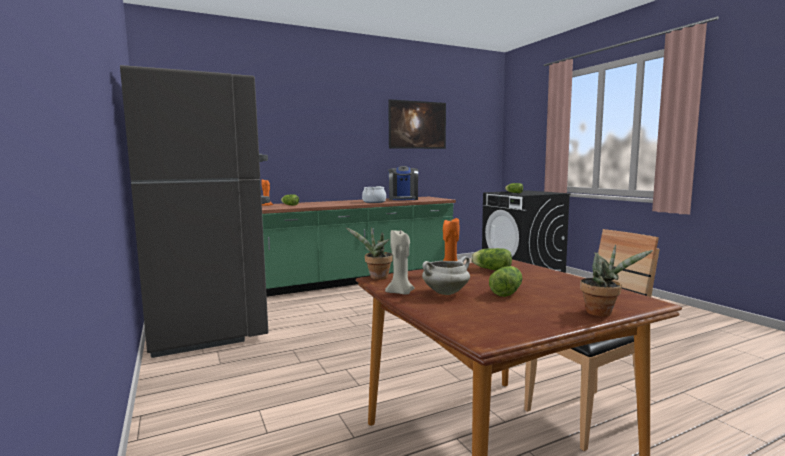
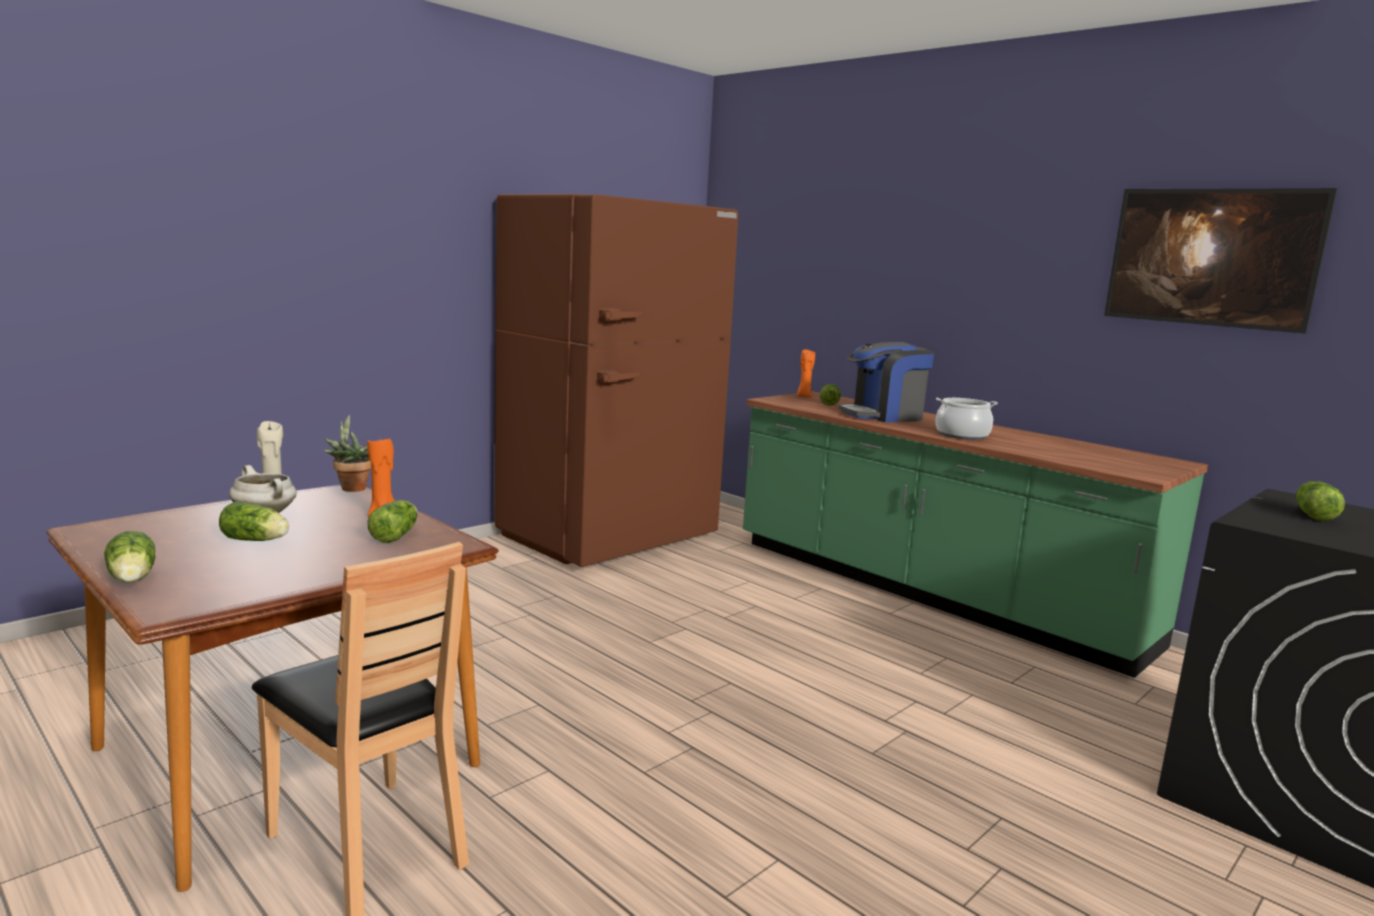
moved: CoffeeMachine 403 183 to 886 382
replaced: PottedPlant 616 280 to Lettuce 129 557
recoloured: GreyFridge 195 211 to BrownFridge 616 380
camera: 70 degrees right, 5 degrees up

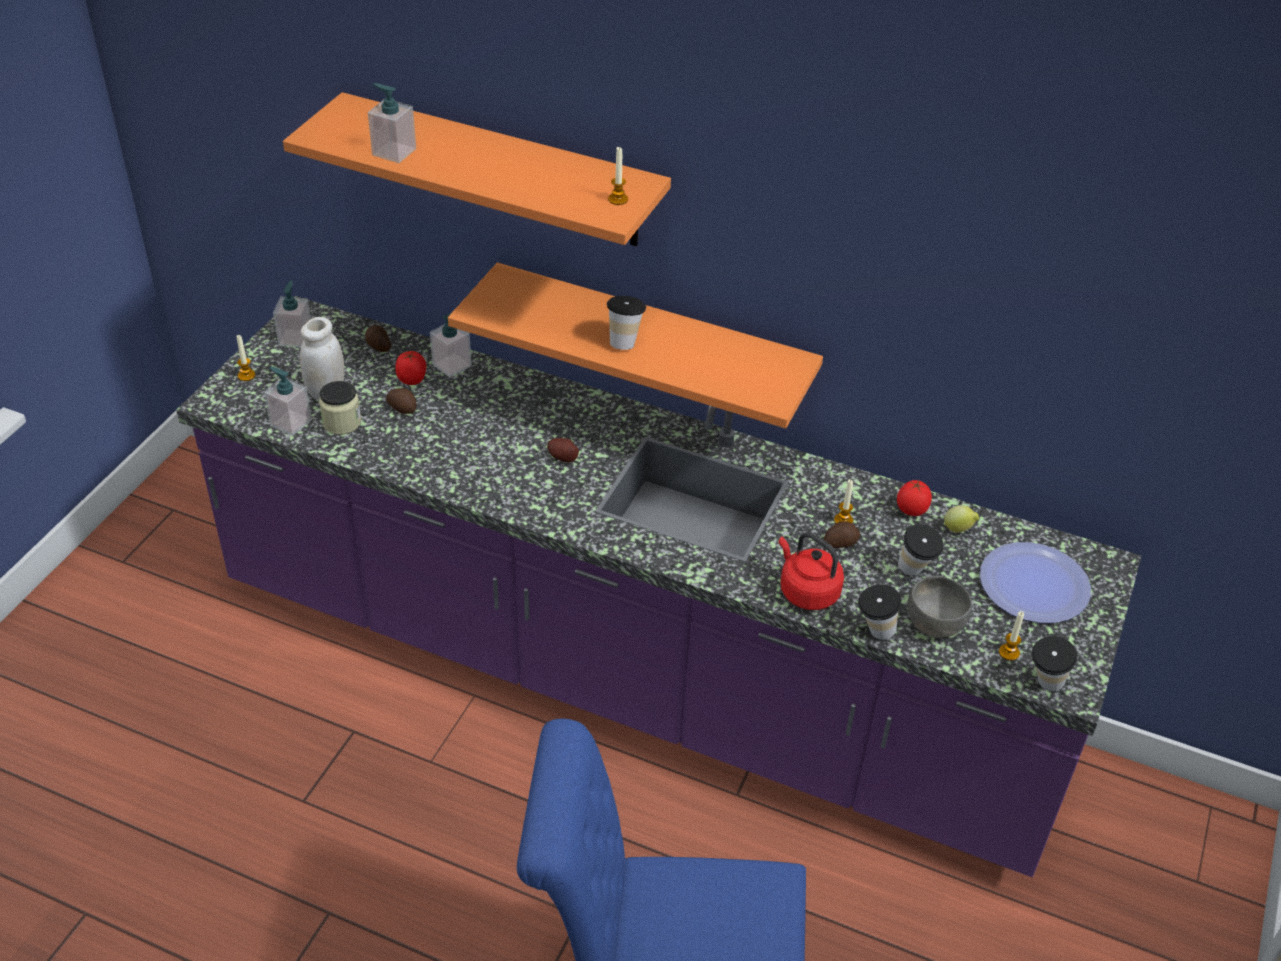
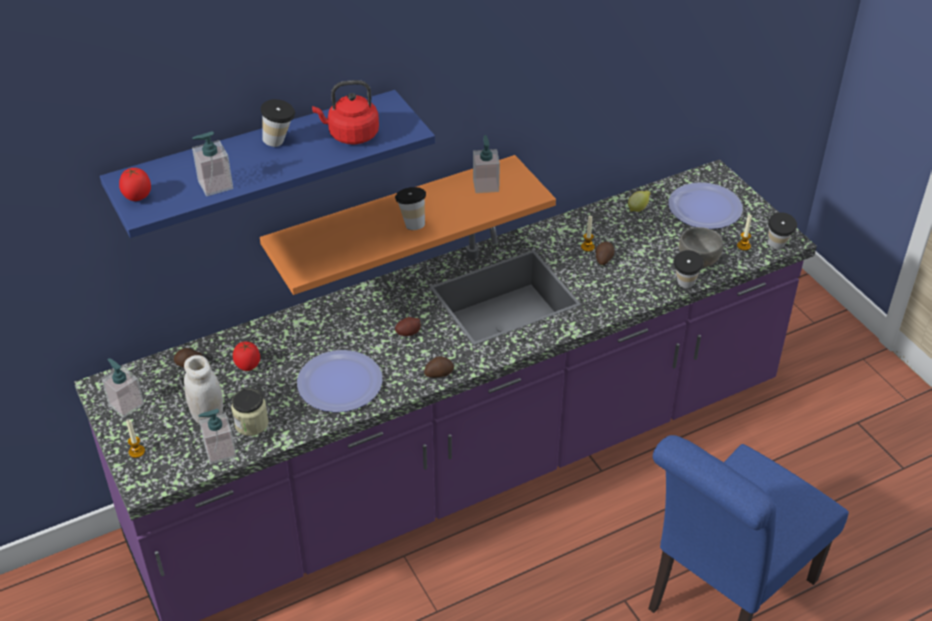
removed: Candle 618 175
added: Plate 340 381
moved: SoapDispenser 451 345 to 486 164; Potato 401 401 to 439 367; Tomato 914 498 to 135 184; Cup 921 550 to 278 123; RedKettle 811 571 to 345 112
recoloured: OrangeShelf 477 169 to BlueShelf 267 164
camera: 50 degrees left, 0 degrees up

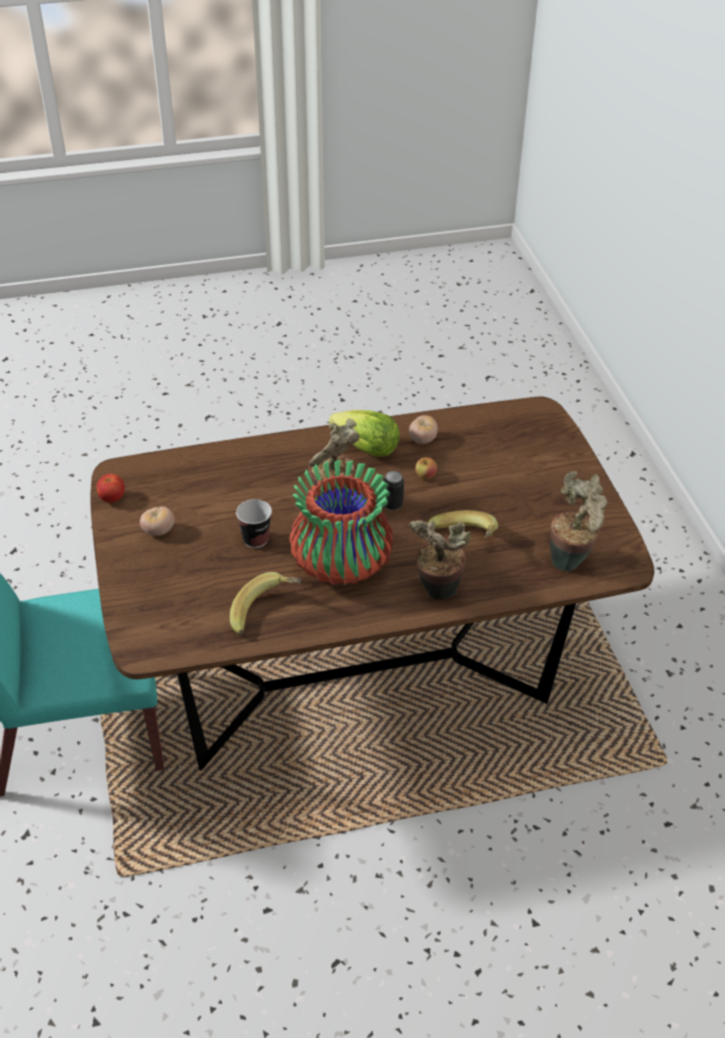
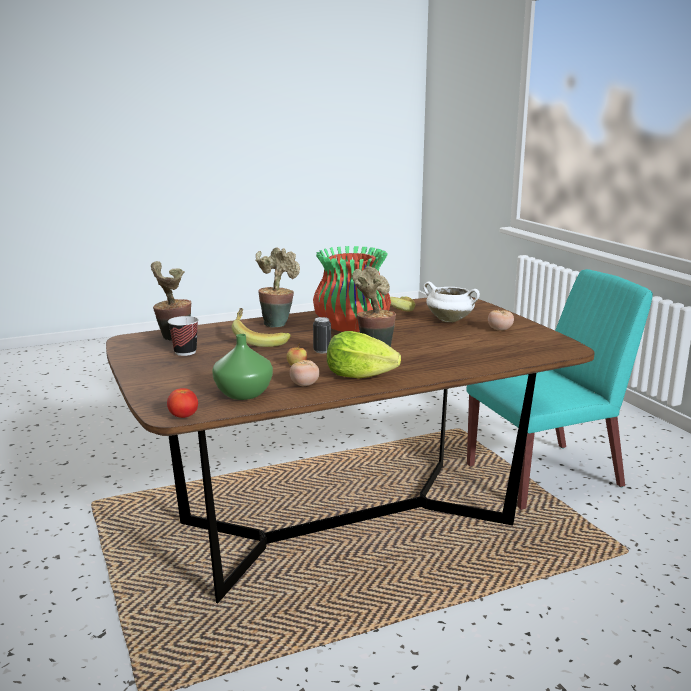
added: WhiteCookingPot 451 302; GreenVase 242 367
moved: Tomato 111 488 to 182 403; Cup 254 523 to 183 336
camera: 170 degrees right, 25 degrees down

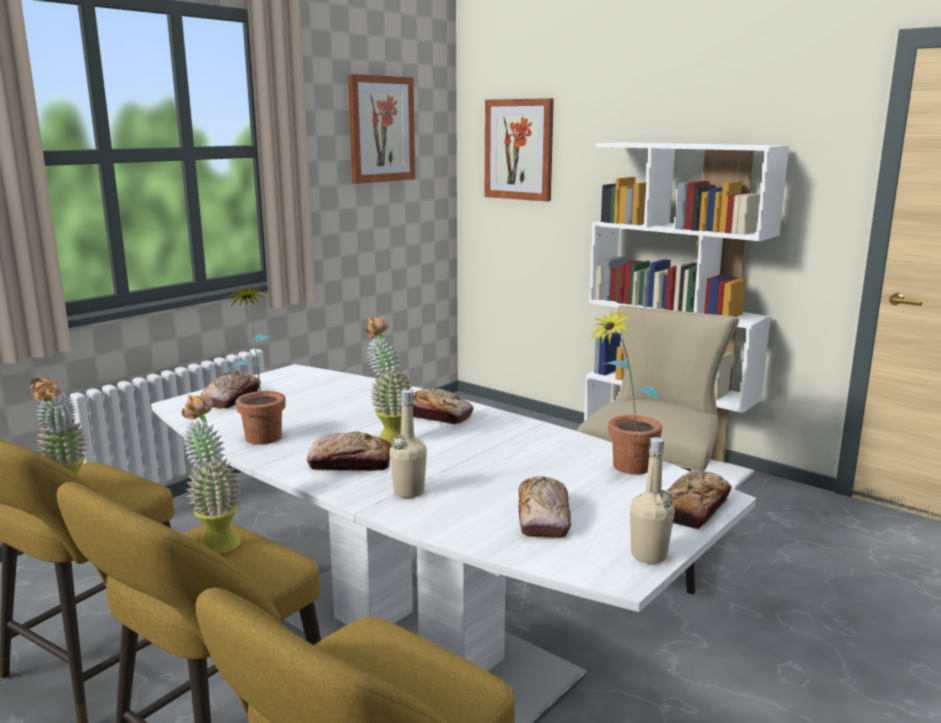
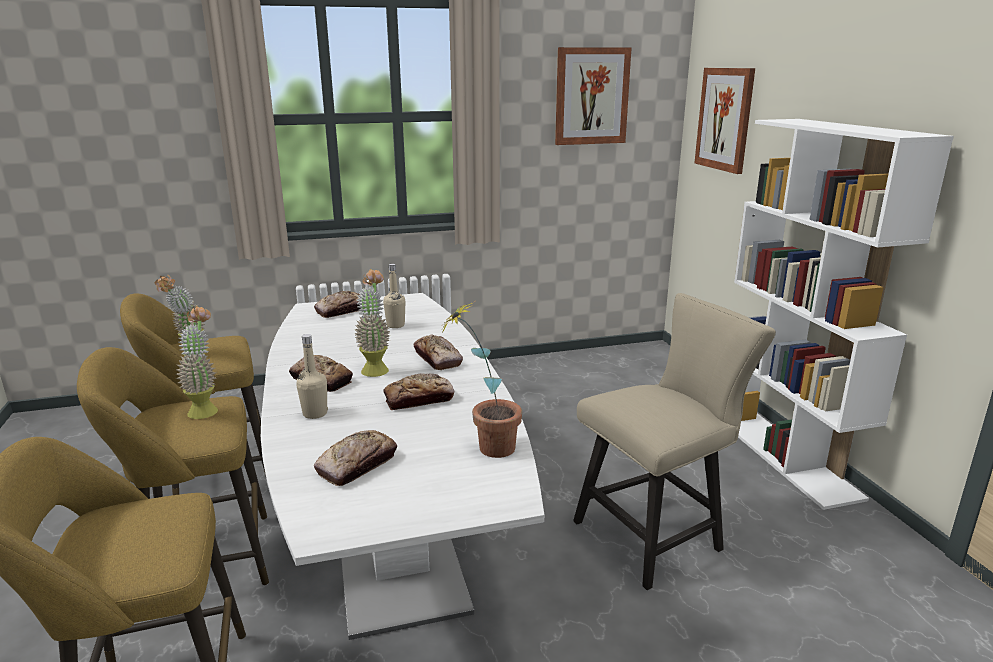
removed: PottedPlant 254 365
moved: BeigeBottle 652 500 to 394 296; Bread 699 499 to 418 392
camera: 35 degrees right, 5 degrees up

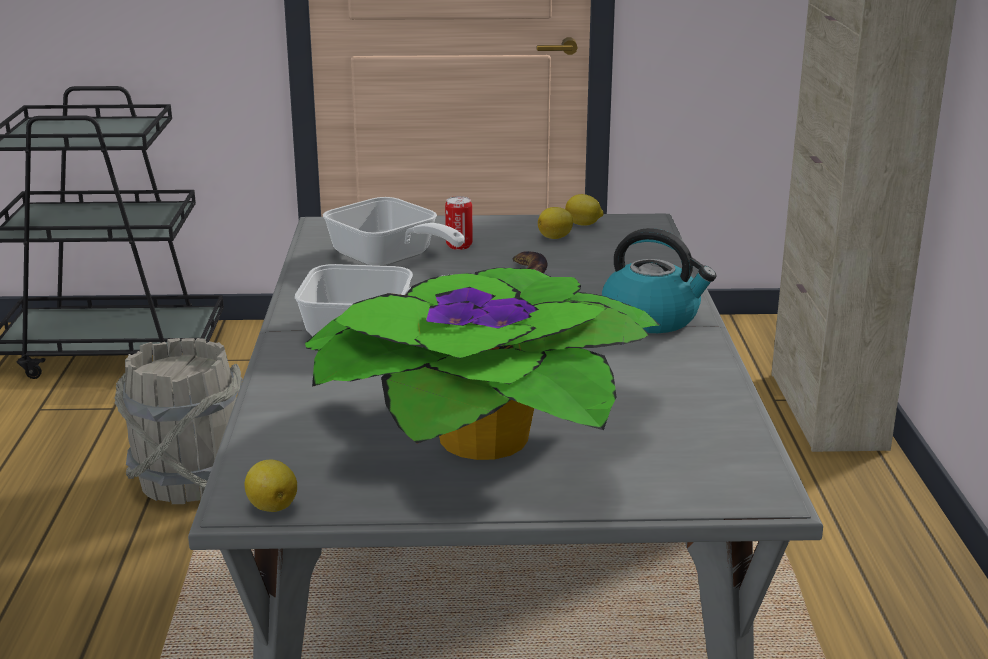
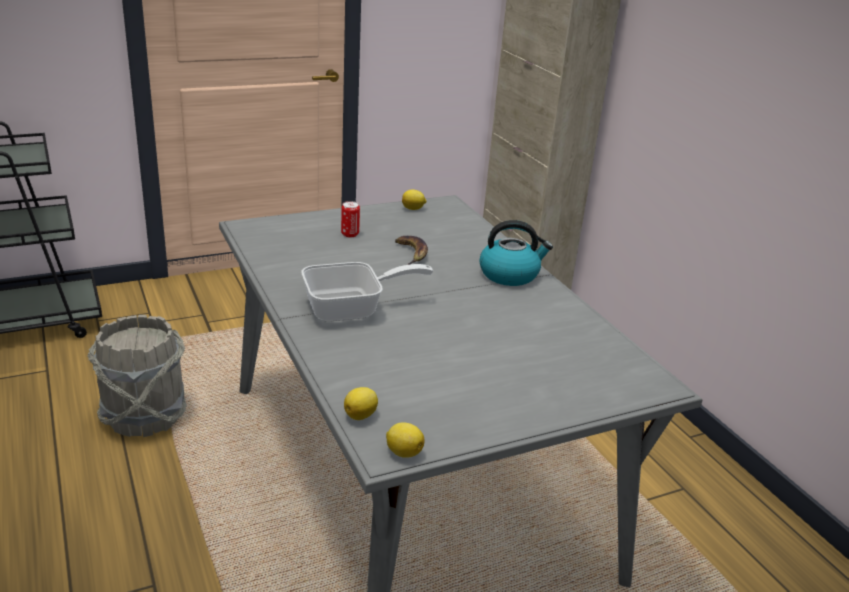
removed: FryingPan 394 231; PottedPlant 482 364
moved: Lemon 555 223 to 361 403
camera: 25 degrees left, 5 degrees up

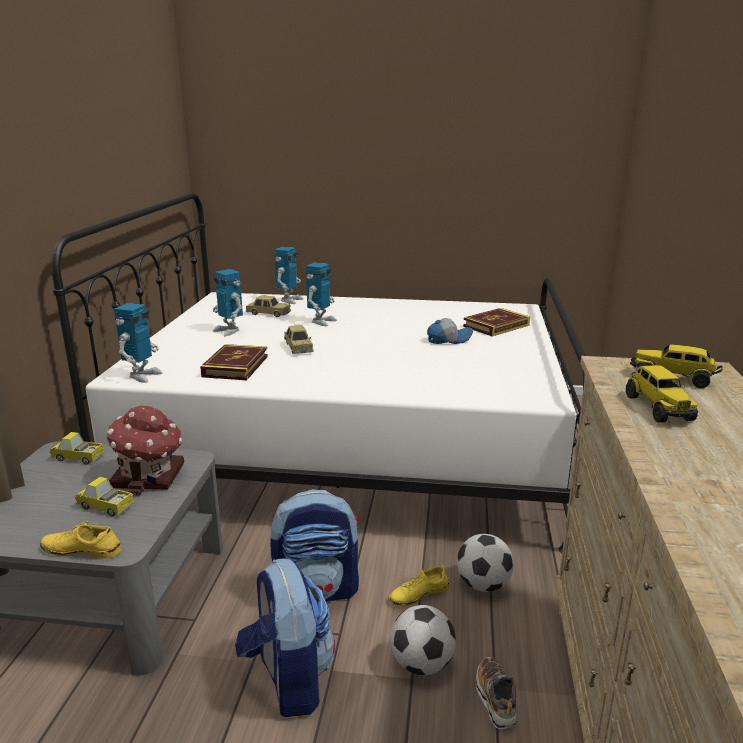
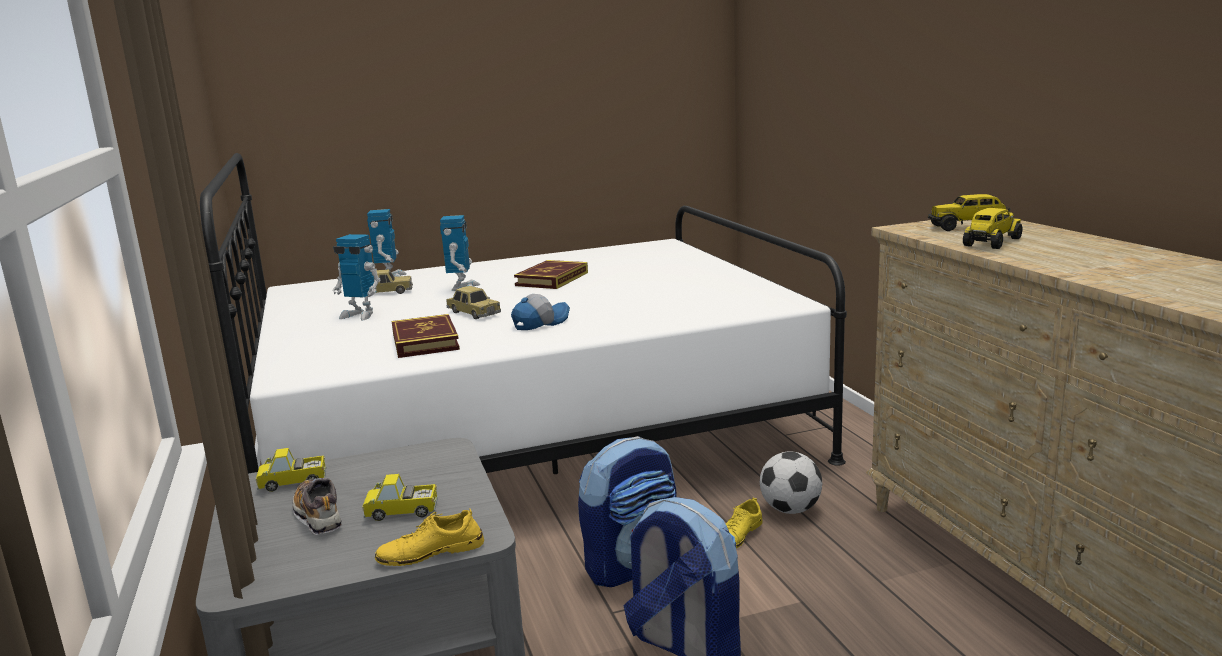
removed: ToyRobot 138 343; ToyHouse 145 451; Football 423 640
moved: Book 496 322 to 551 274; Cap 450 331 to 540 312; Shoe 496 693 to 317 506
turned: ToyTruck 662 394 = 992 228 105 degrees counterclockwise
camera: 25 degrees left, 5 degrees down

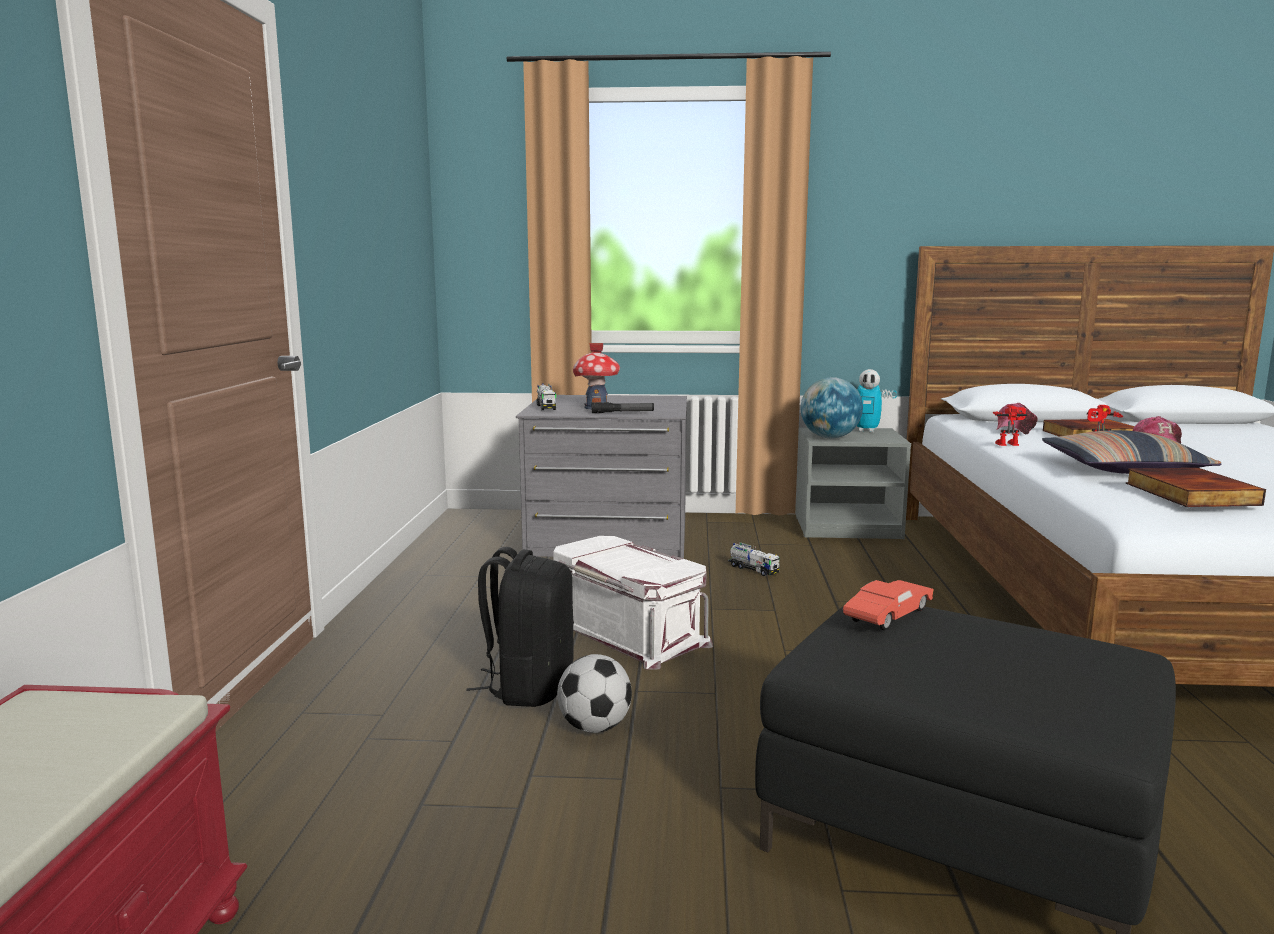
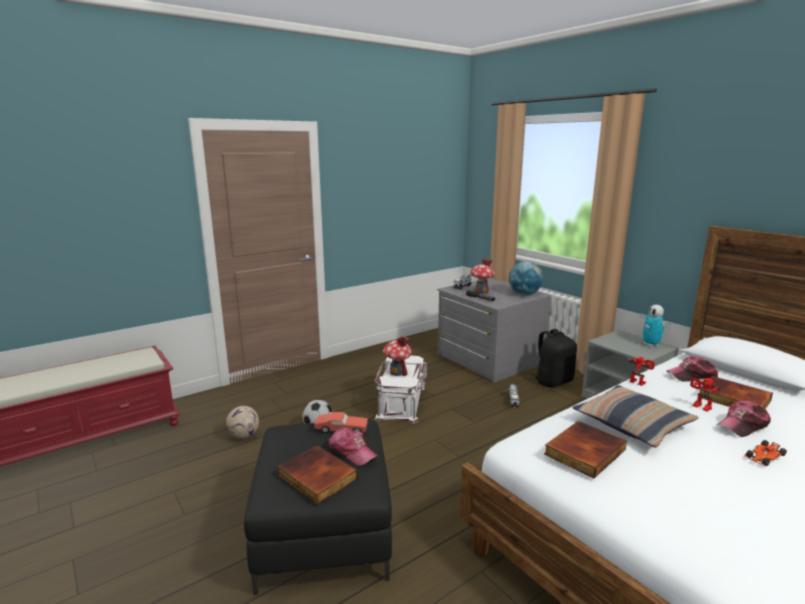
added: ToyHouse 397 356; Football 242 422; Cap 353 446; ToyCar 765 453; Book 317 475
moved: Globe 832 407 to 526 278; BlackBackpack 520 627 to 554 358
camera: 50 degrees right, 5 degrees up

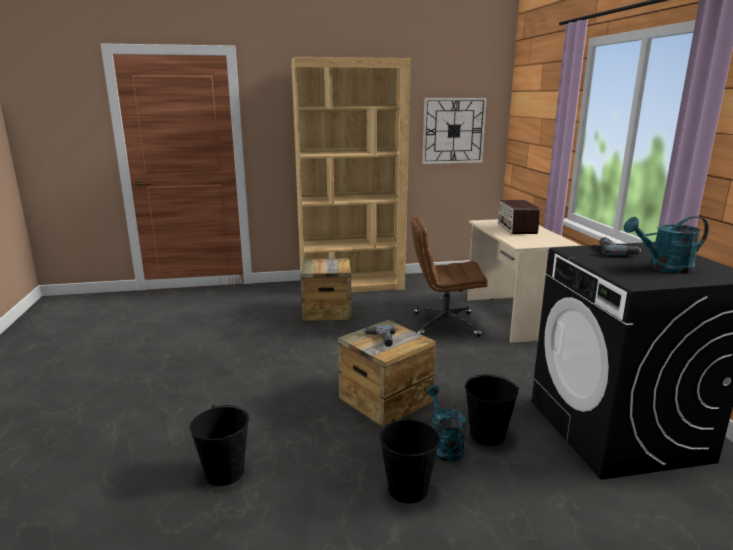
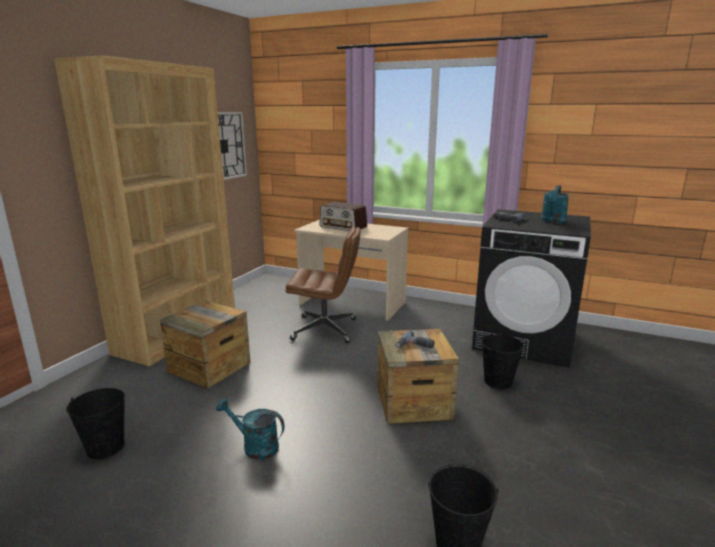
moved: TurquoiseWateringCan 446 423 to 250 428; BlackBucket 409 461 to 95 423
turned: BrownOfficeChair 449 277 = 322 285 120 degrees counterclockwise
camera: 55 degrees left, 0 degrees up

